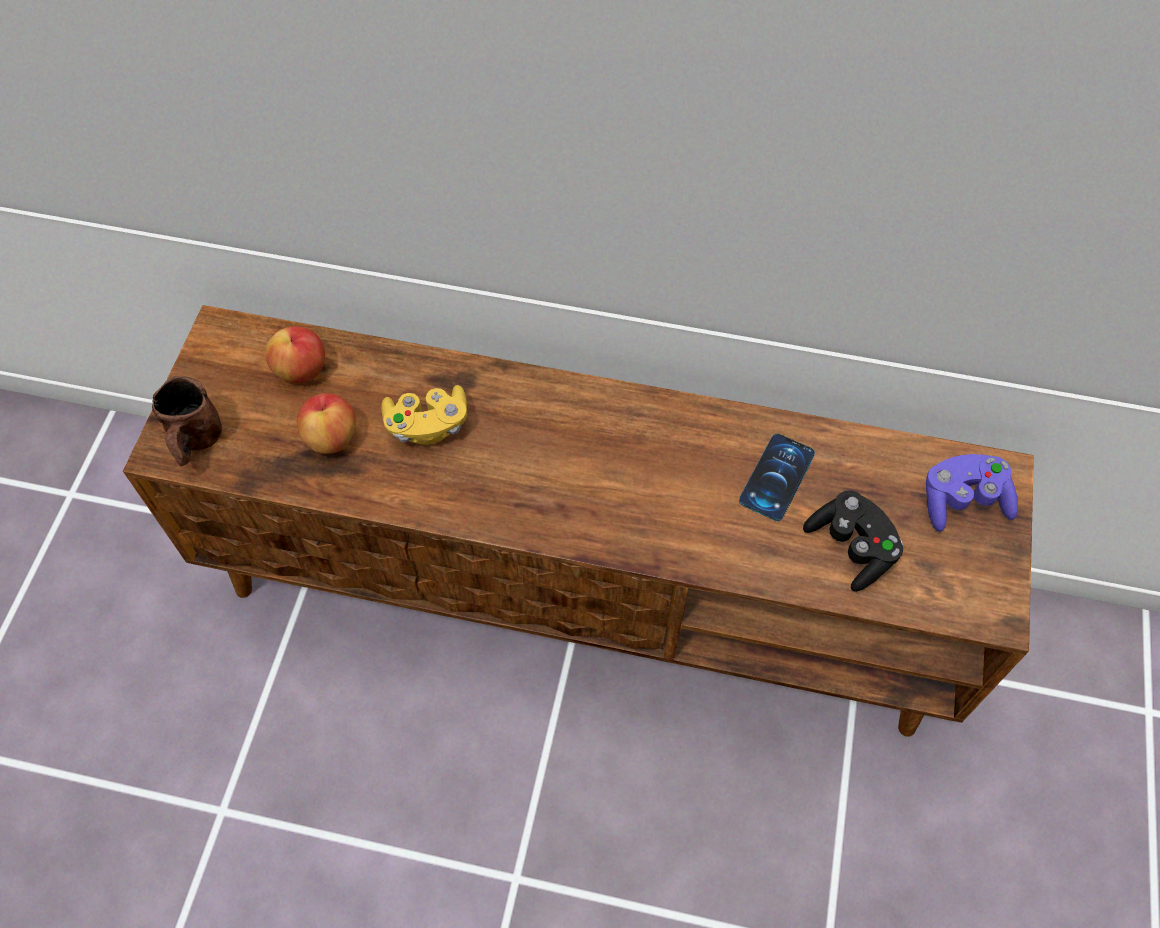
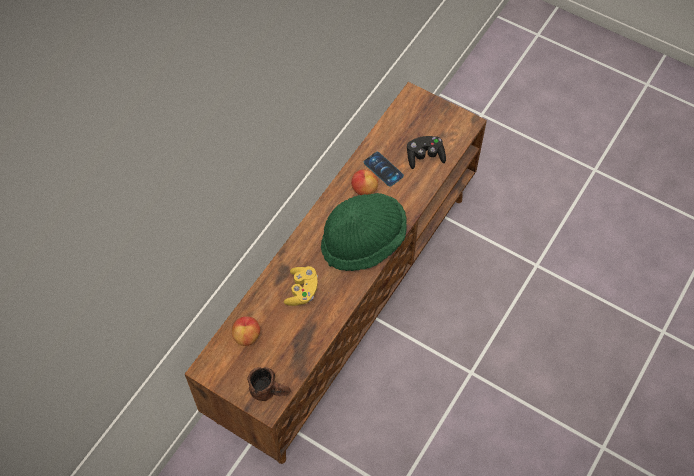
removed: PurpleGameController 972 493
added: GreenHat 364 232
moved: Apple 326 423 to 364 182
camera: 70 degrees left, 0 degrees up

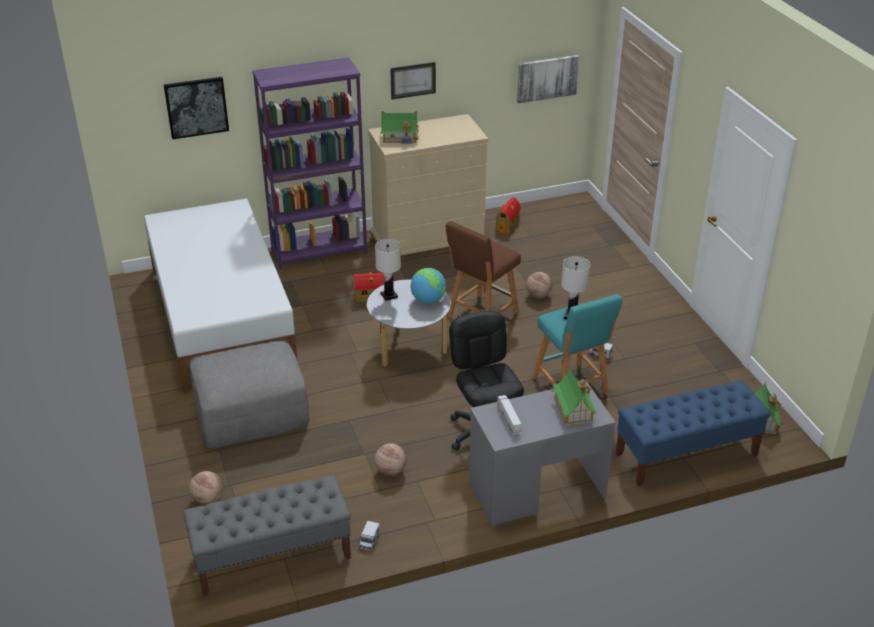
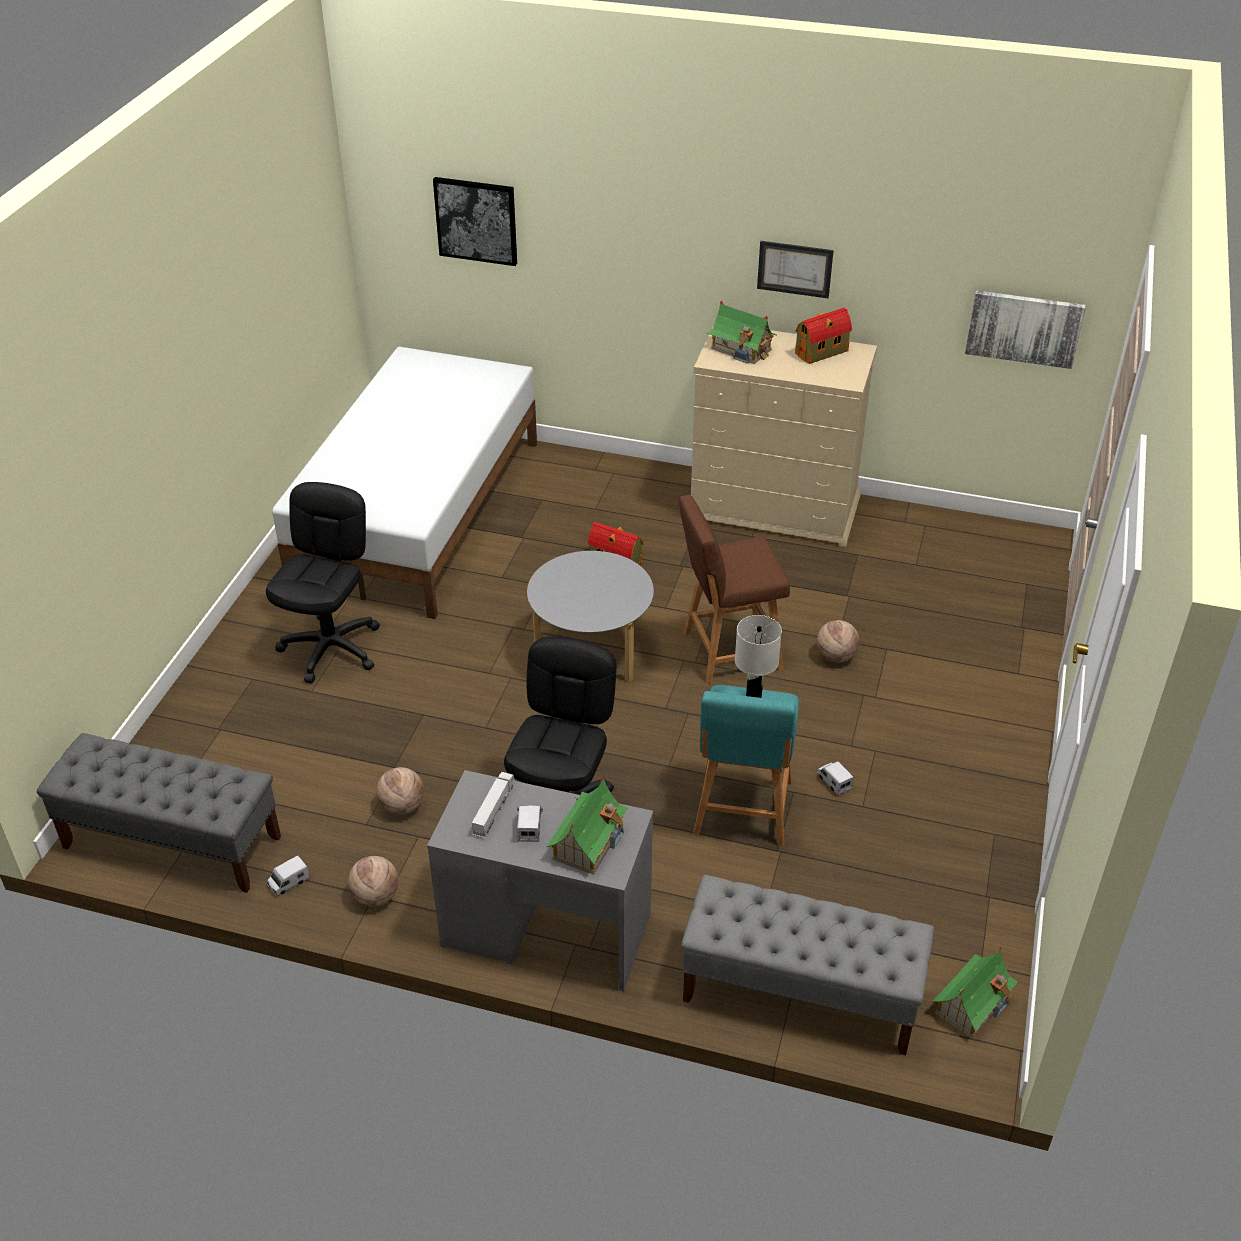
removed: PurpleBookcase 309 164; WhiteTableLamp 388 270; Globe 428 286
added: ToyTruck 530 823
moved: ToyHouse 508 215 to 823 336; Basketball 206 488 to 373 881
replaced: GreyOttoman 249 394 to BlackOfficeChair 323 582
recoloured: BlueBench 693 433 to GreyBench 807 965
camera: 35 degrees right, 5 degrees up

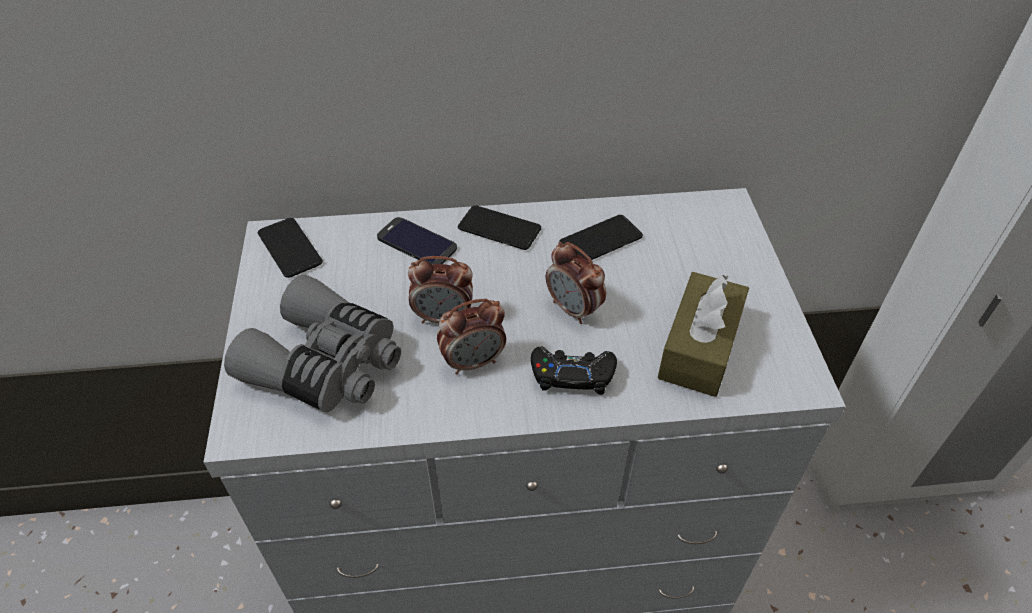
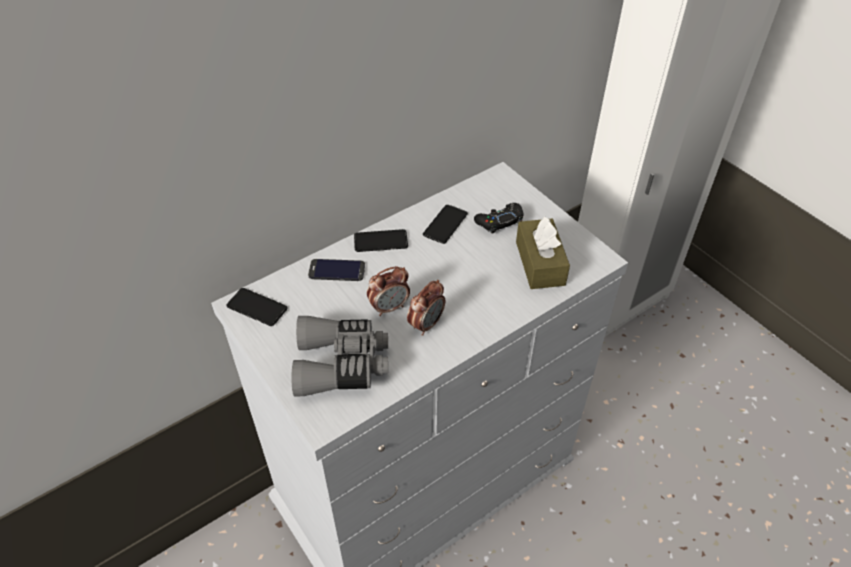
removed: AlarmClock 576 283
moved: BlackGameController 574 371 to 498 218
camera: 30 degrees left, 0 degrees up

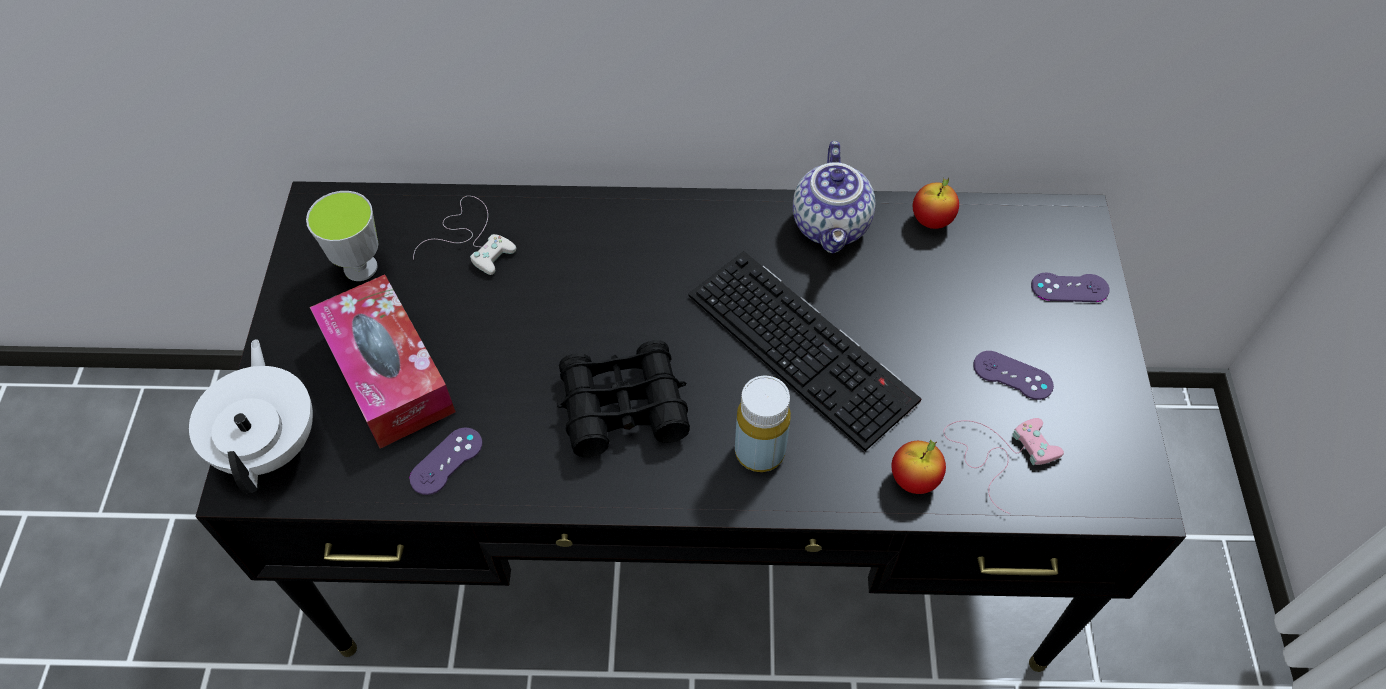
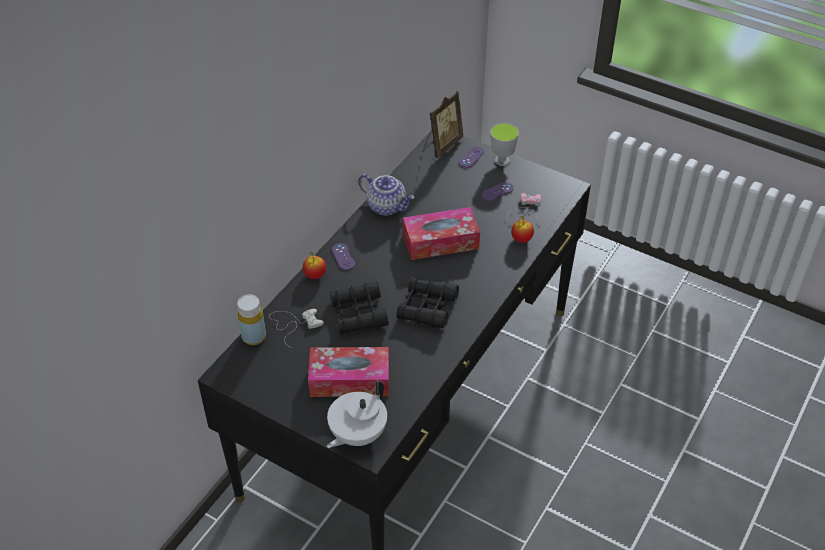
added: PictureFrame 443 124; BlackBinoculars 359 308
moved: Apple 936 203 to 314 265; Cup 342 236 to 504 144; YellowBottle 763 424 to 251 319; PurpleGameController 446 461 to 343 256
replaced: Keyboard 805 351 to TissueBox 441 233
turned: WhiteTeapot 251 416 = 357 414 75 degrees counterclockwise
camera: 60 degrees left, 10 degrees down

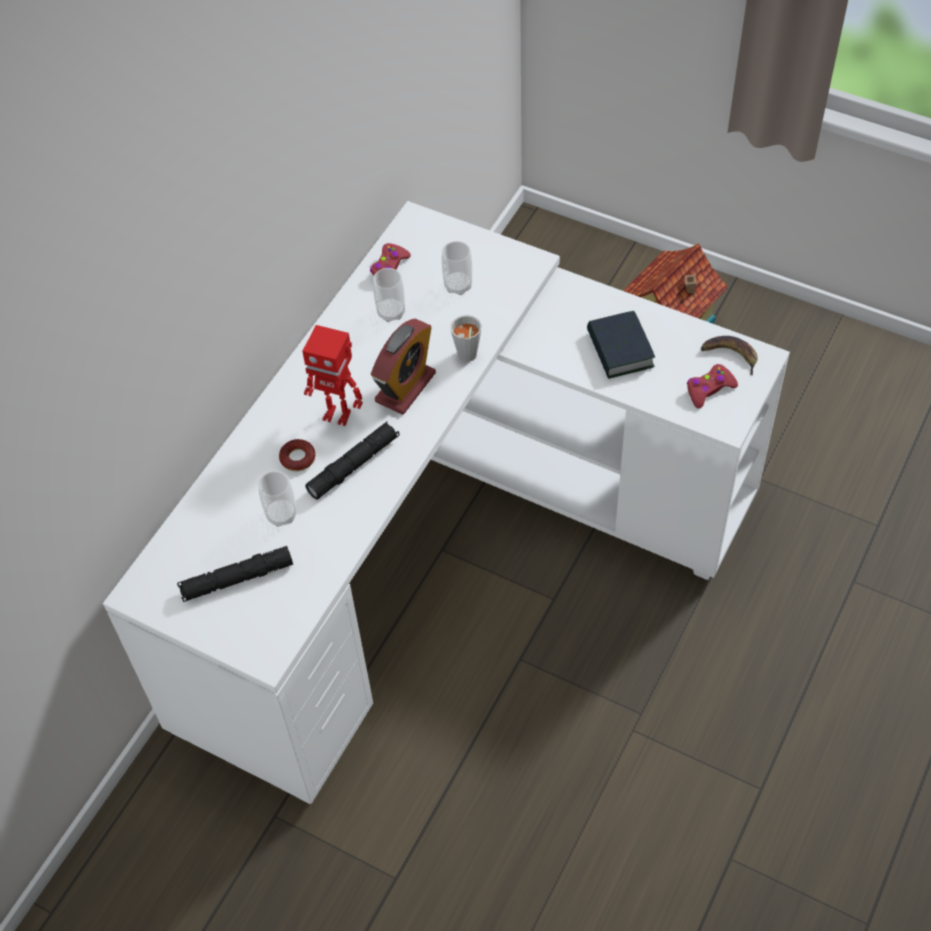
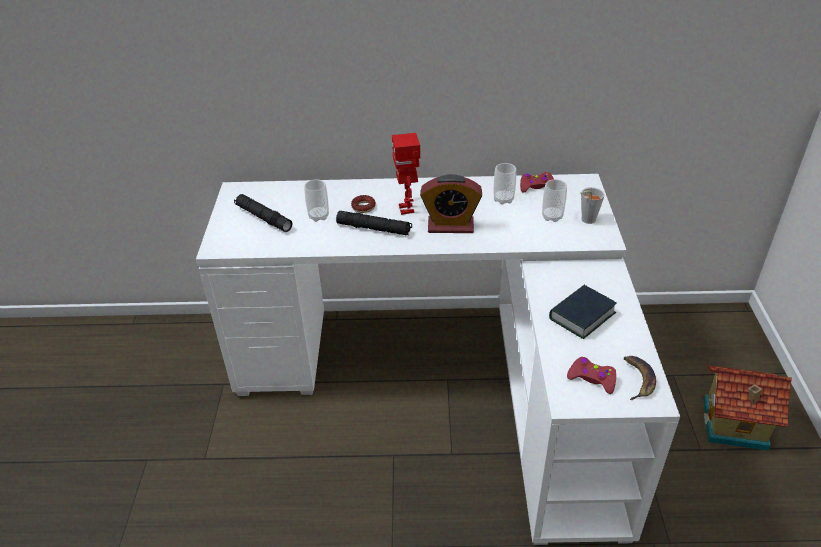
moved: GreyCup 466 338 to 592 205
camera: 60 degrees right, 15 degrees down

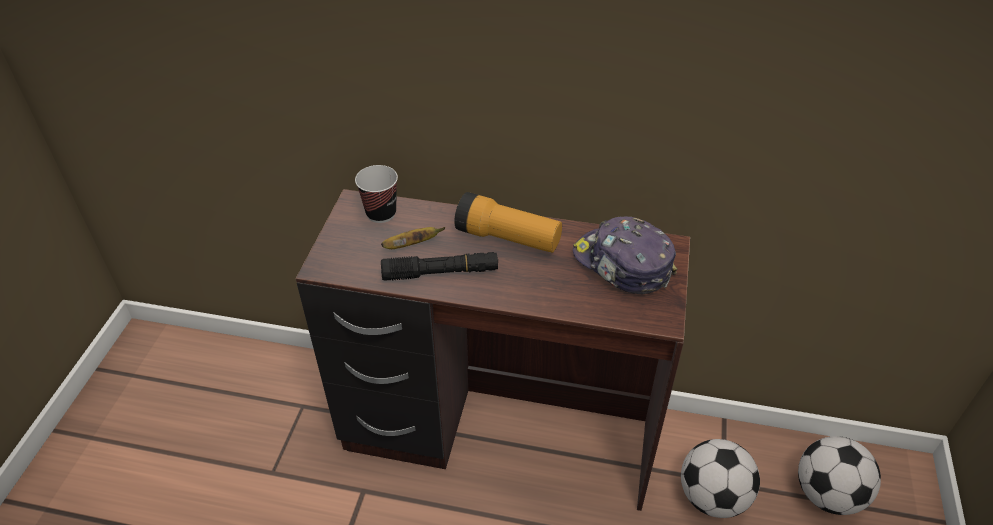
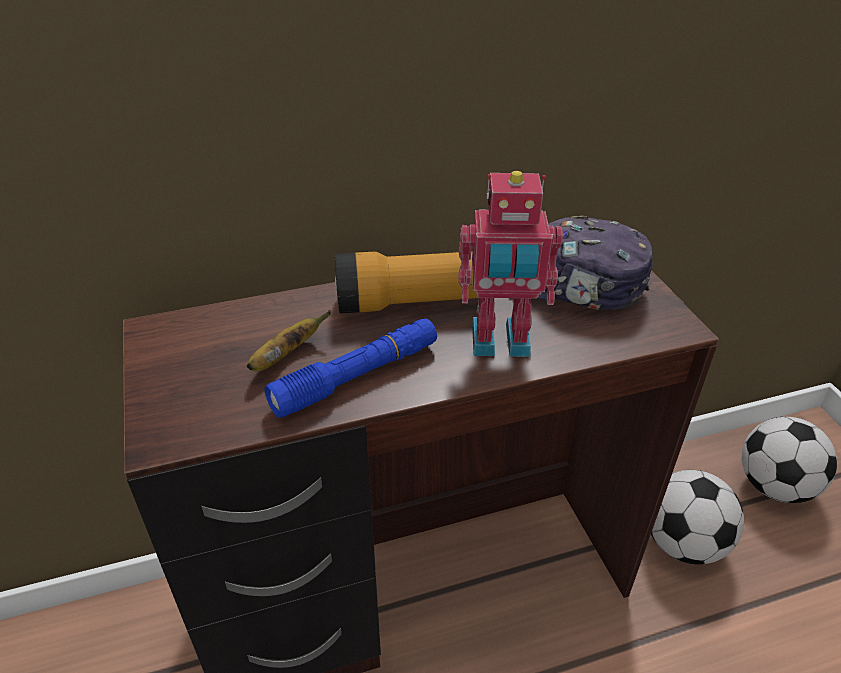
removed: Cup 376 194
added: ToyRobot 510 264
recoloured: BlackFlashlight 439 266 to BlueFlashlight 350 368
camera: 30 degrees left, 5 degrees down

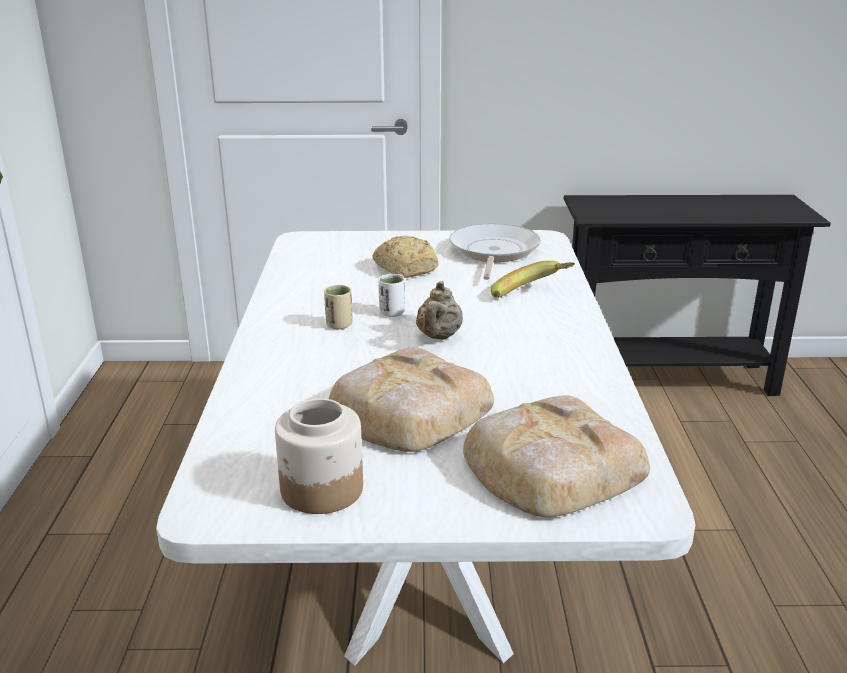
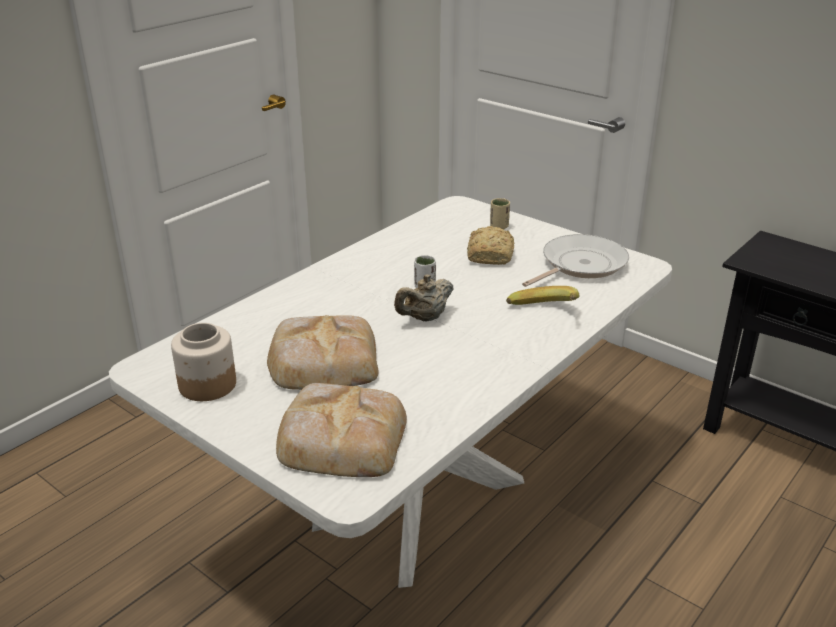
moved: BeigeCup 338 307 to 500 214
camera: 40 degrees right, 5 degrees up

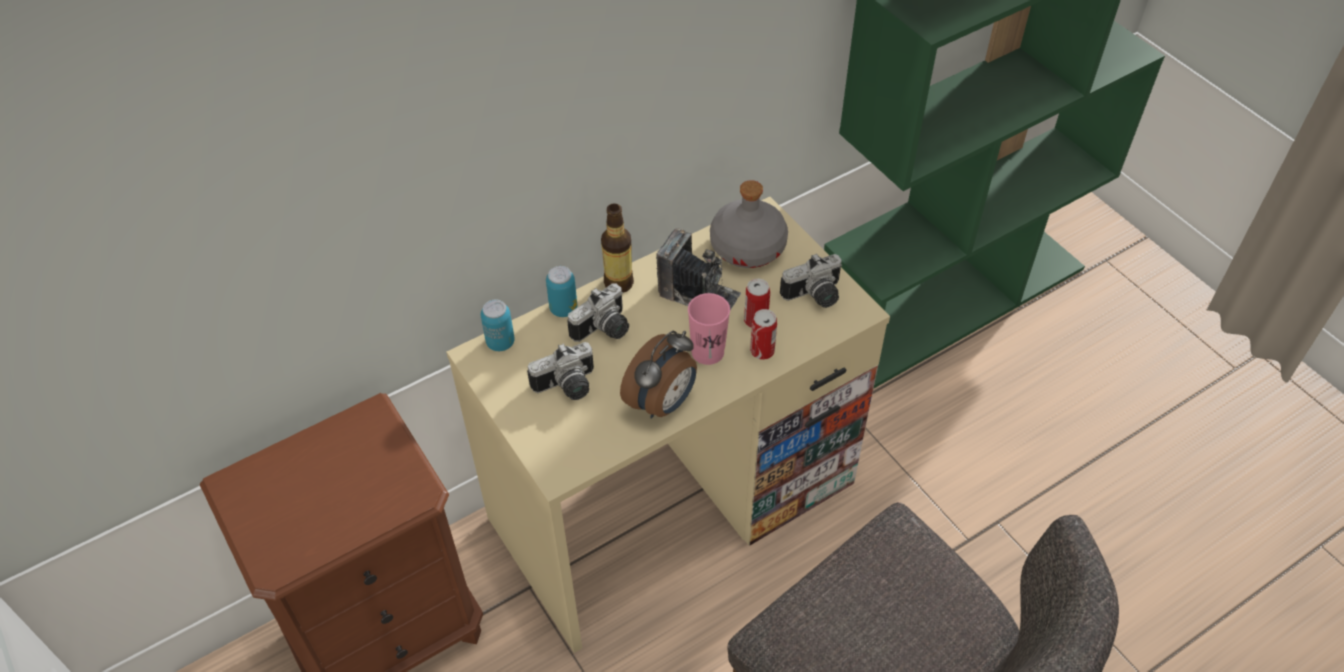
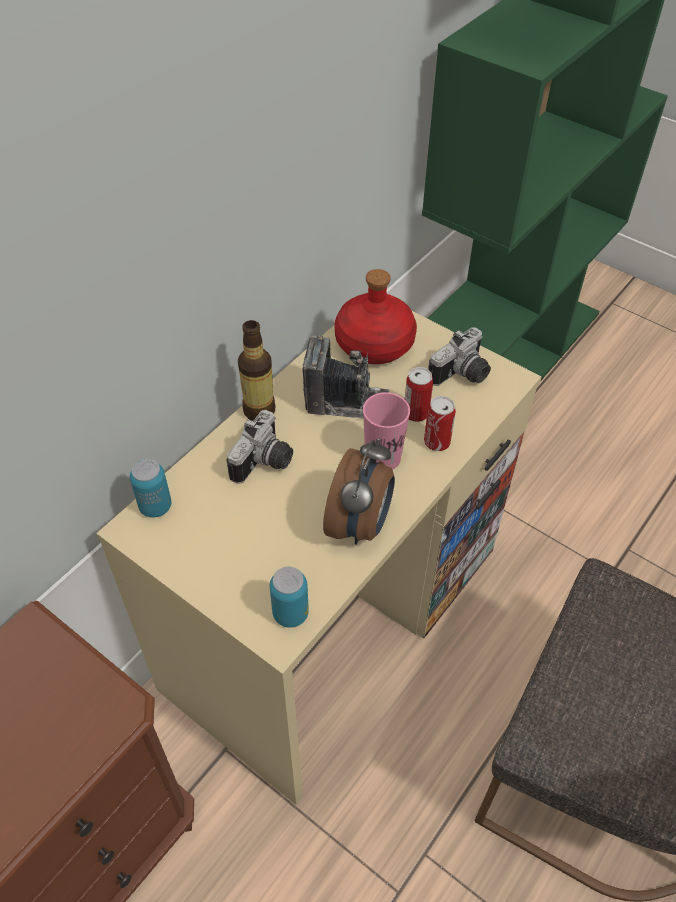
removed: PhotoCamera 560 371
moved: Can 561 291 to 289 597
recoloured: GreyBottle 749 224 to RedBottle 376 316
camera: 20 degrees left, 0 degrees up

